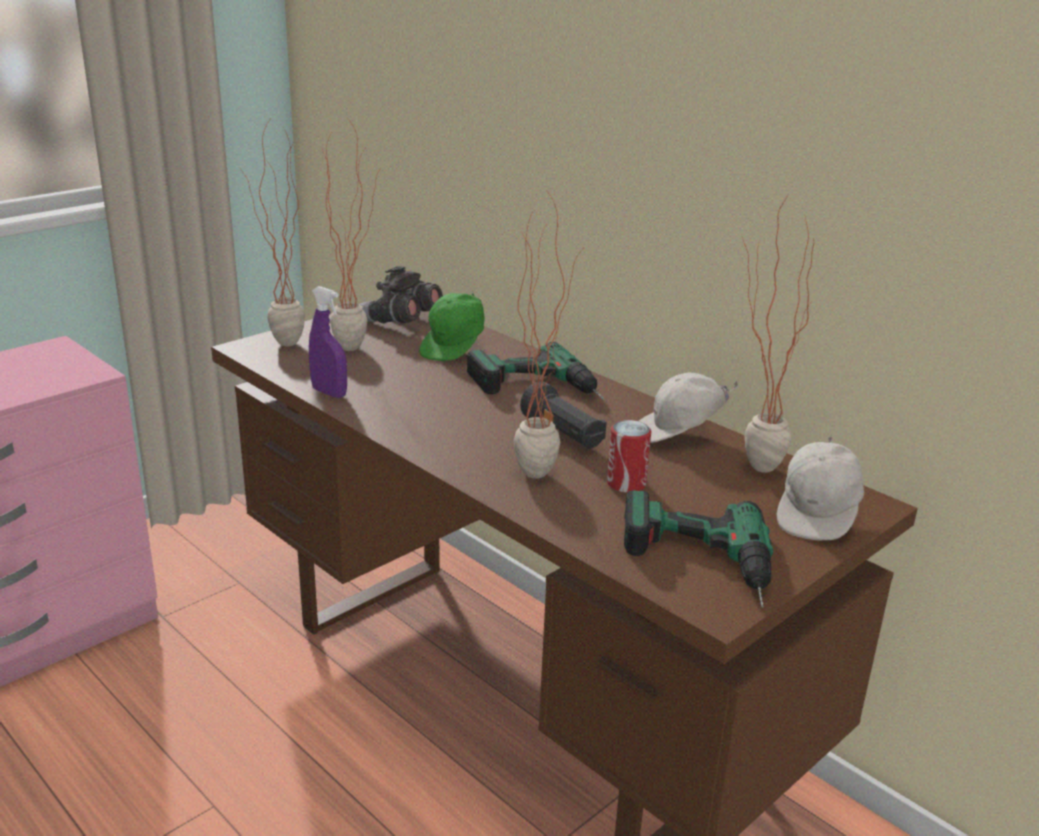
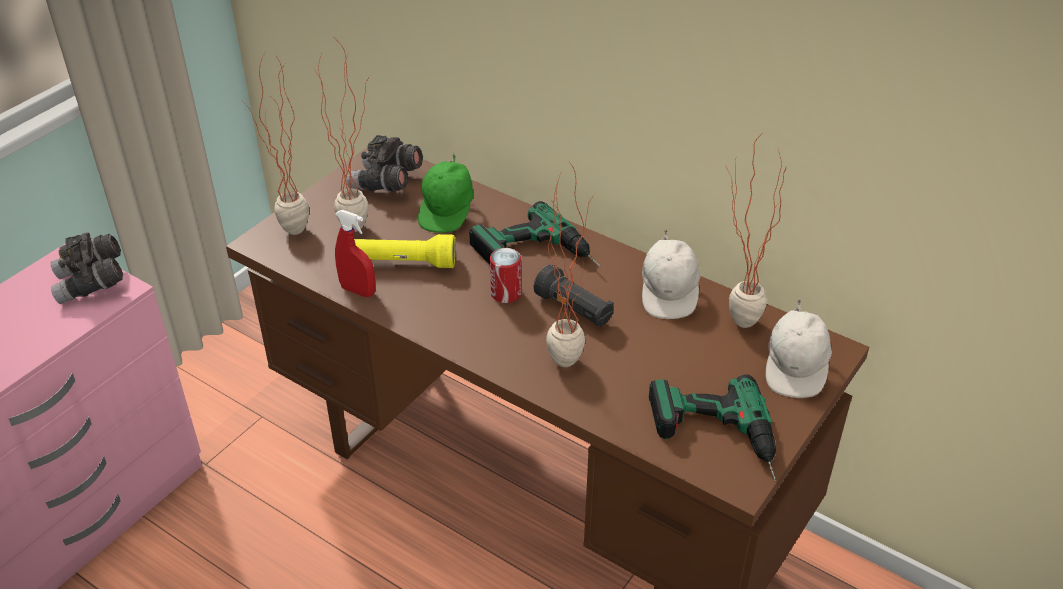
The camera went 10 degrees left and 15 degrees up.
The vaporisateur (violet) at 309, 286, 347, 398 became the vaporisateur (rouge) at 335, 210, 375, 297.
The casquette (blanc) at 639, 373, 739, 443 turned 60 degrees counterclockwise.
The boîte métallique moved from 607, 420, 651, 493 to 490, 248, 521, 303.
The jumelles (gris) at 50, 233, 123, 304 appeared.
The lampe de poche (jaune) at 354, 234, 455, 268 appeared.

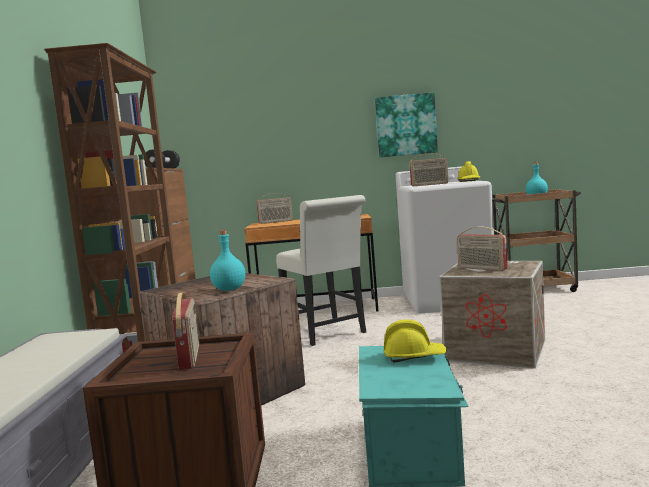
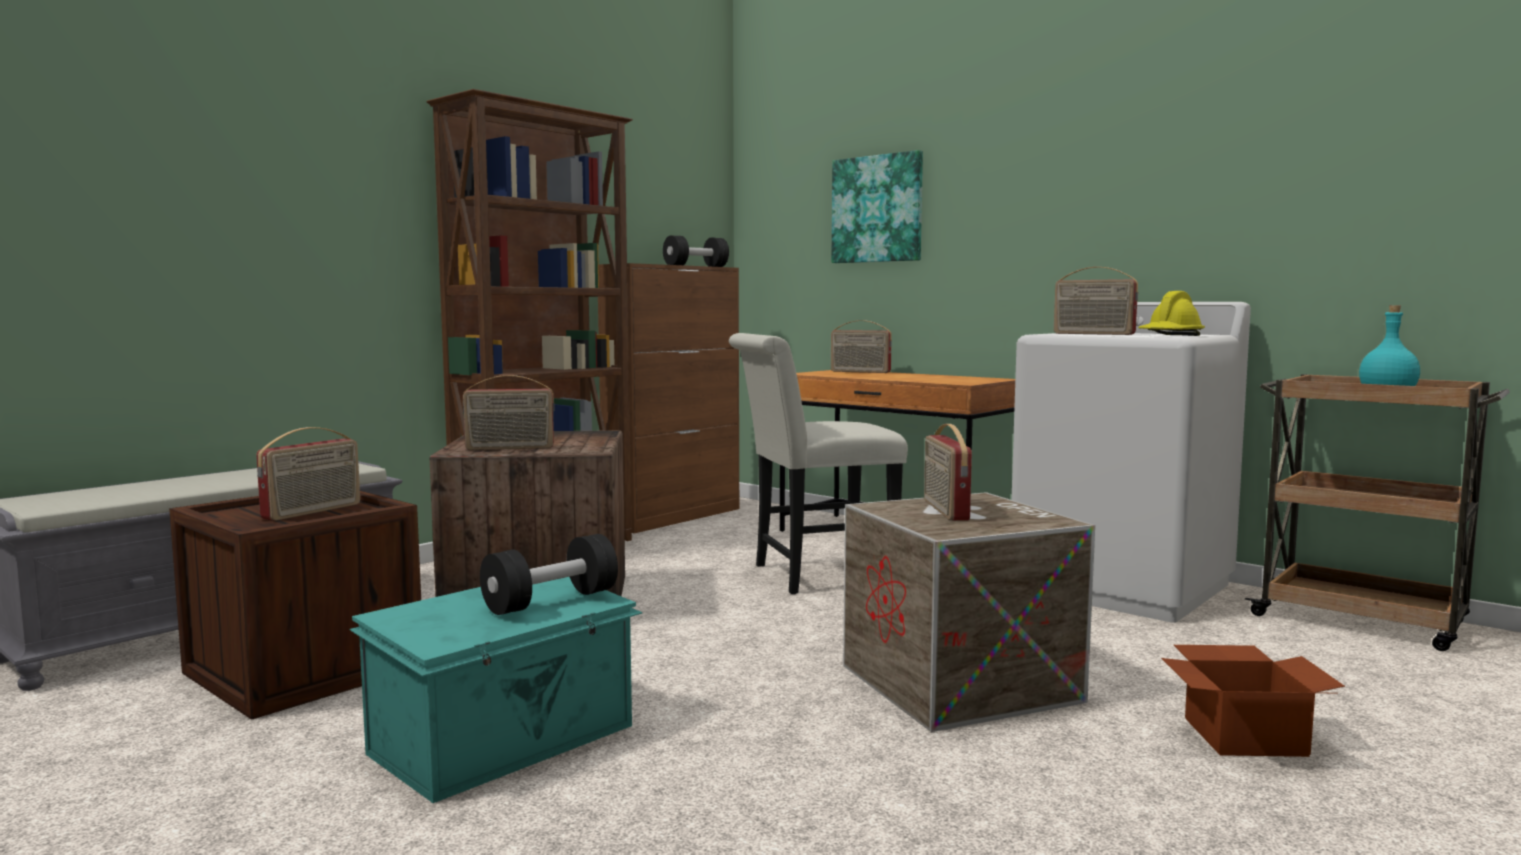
The camera went 40 degrees right and 0 degrees up.
The tableau moved from 375, 92, 438, 157 to 831, 150, 923, 263.
The chaise (blanc) at 276, 195, 366, 346 turned 60 degrees clockwise.
The bouteille (turquoise) at 210, 230, 245, 291 was replaced by the radio at 463, 375, 555, 450.
The casque de chantier (jaune) at 384, 319, 447, 362 was replaced by the haltère (noir) at 480, 534, 618, 615.
The carton at 1161, 645, 1345, 757 appeared.

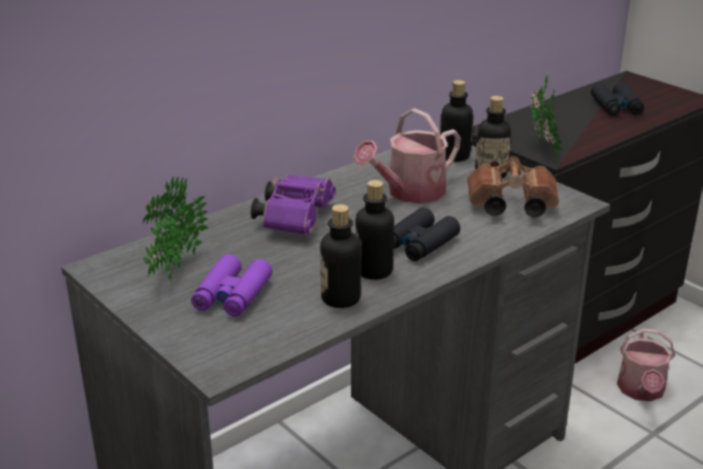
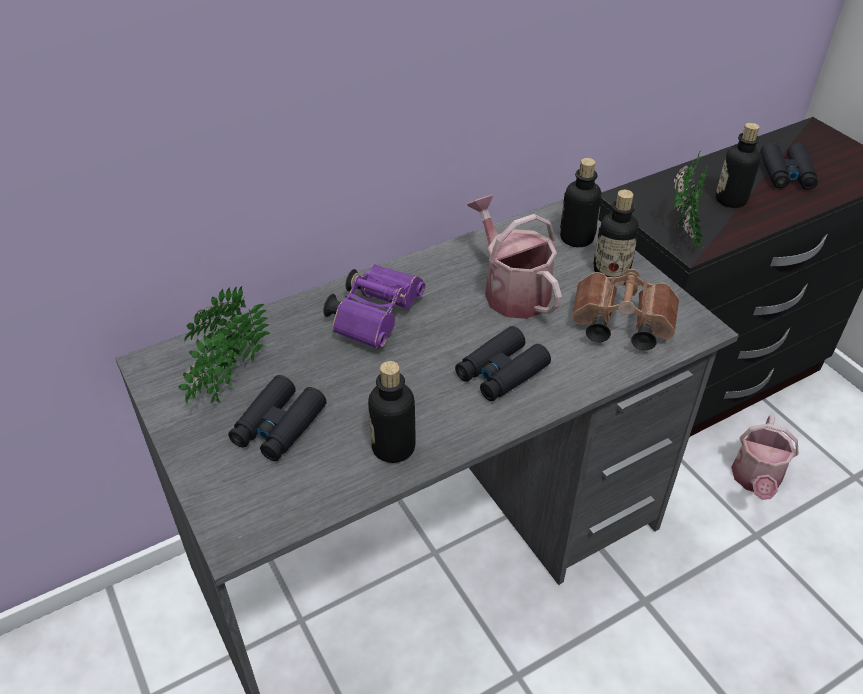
The camera went 10 degrees right and 15 degrees up.
The arrosoir at 353, 108, 461, 204 turned 90 degrees clockwise.
The bouteille moved from 355, 180, 394, 280 to 716, 123, 761, 208.
The jumelles (violet) at 191, 254, 272, 316 became the jumelles (noir) at 228, 375, 327, 461.

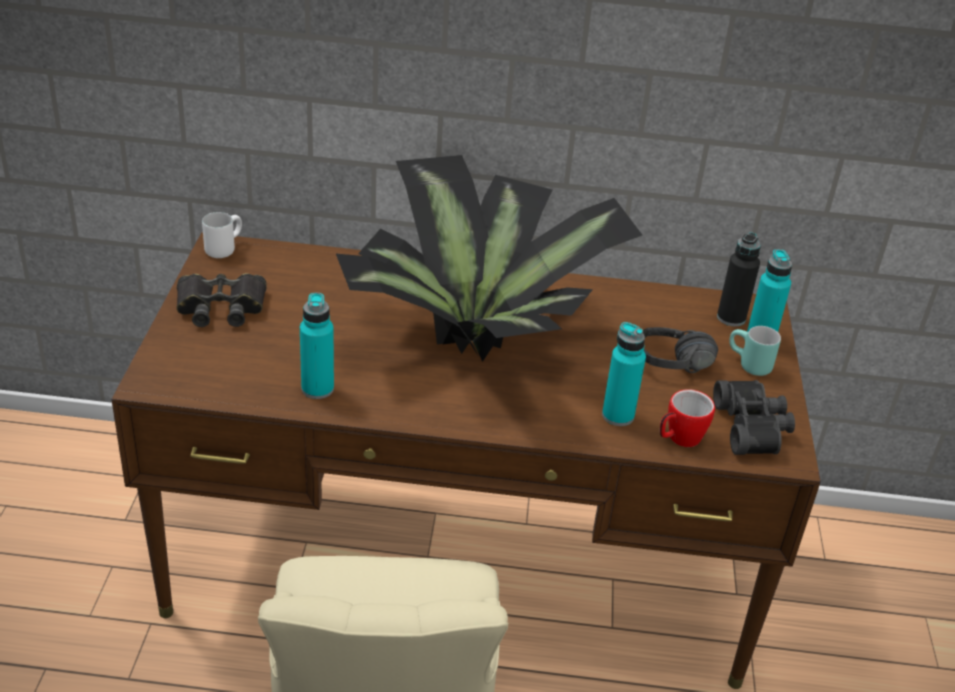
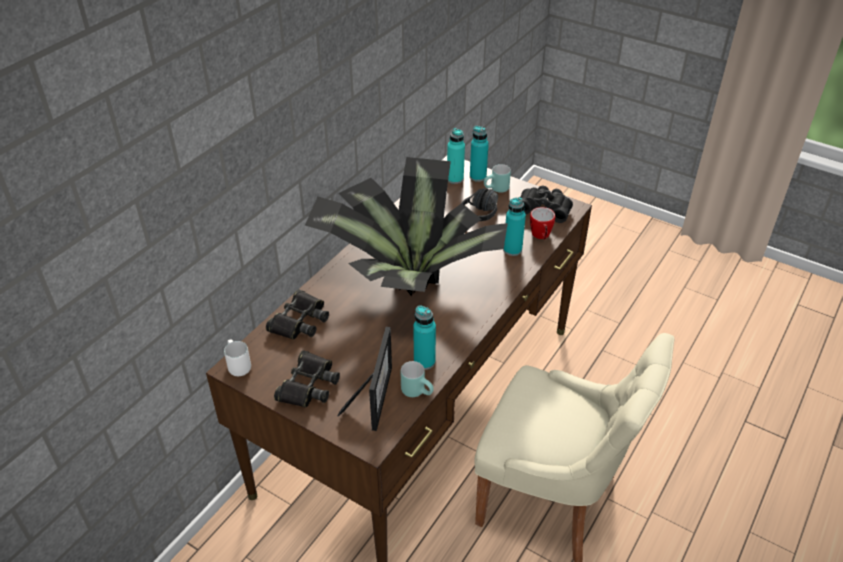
The camera went 60 degrees left and 5 degrees up.
The bouteille (noir) at 717, 232, 761, 326 became the bouteille (turquoise) at 447, 128, 465, 184.
The jumelles (noir) at 266, 289, 329, 340 appeared.
The cadre photo at 337, 327, 392, 431 appeared.
The mug (turquoise) at 401, 361, 434, 397 appeared.

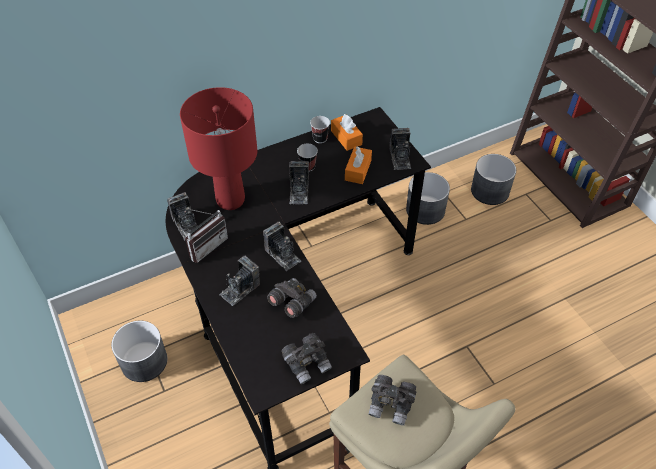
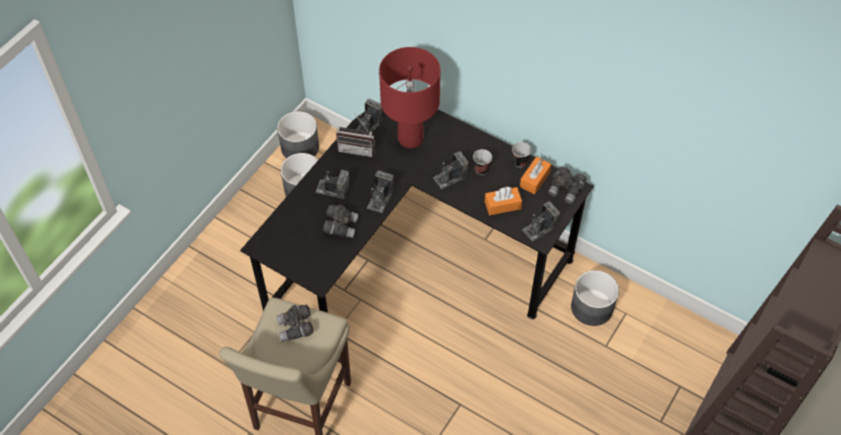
The camera went 60 degrees right and 5 degrees up.
The cache-pot (gris) moved from 471, 154, 516, 205 to 277, 111, 319, 158.
The jumelles (gris) moved from 281, 333, 332, 384 to 548, 167, 587, 204.

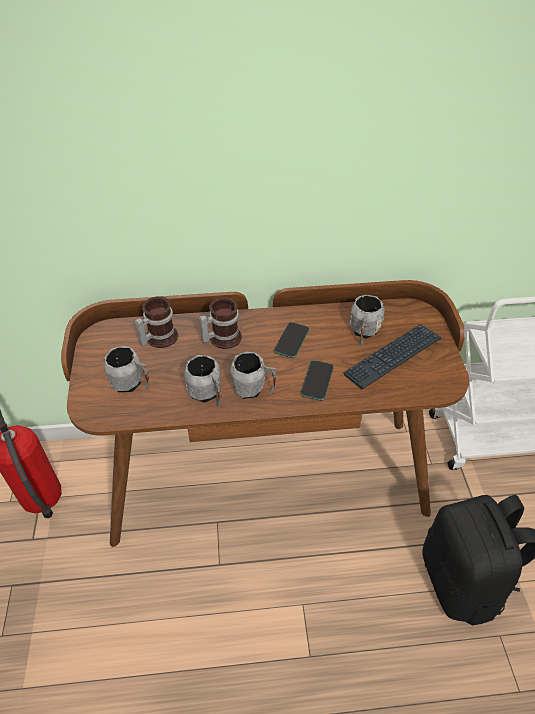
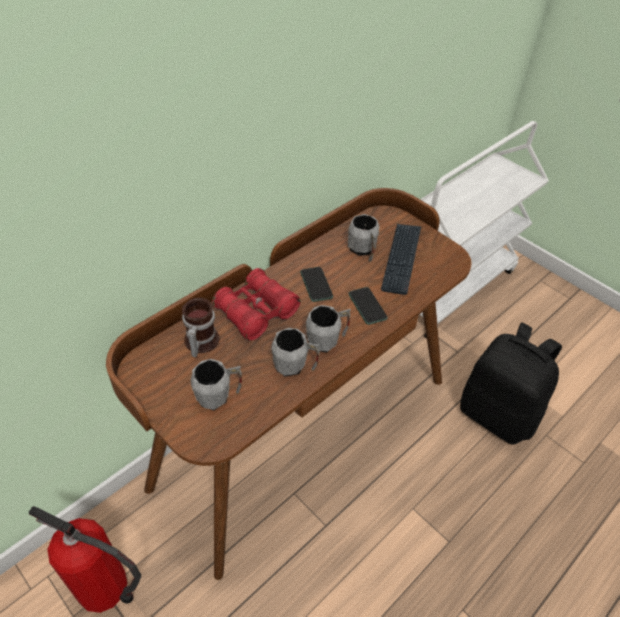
The camera went 40 degrees left and 0 degrees up.
The mug at 199, 297, 242, 349 was replaced by the jumelles (rouge) at 212, 268, 300, 341.

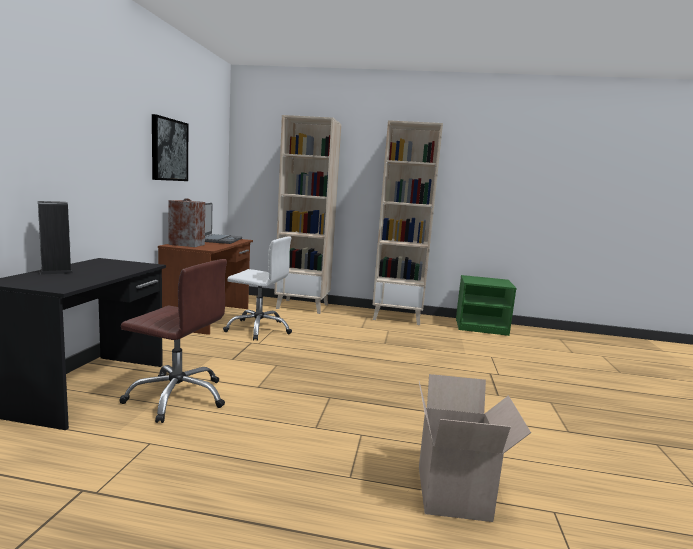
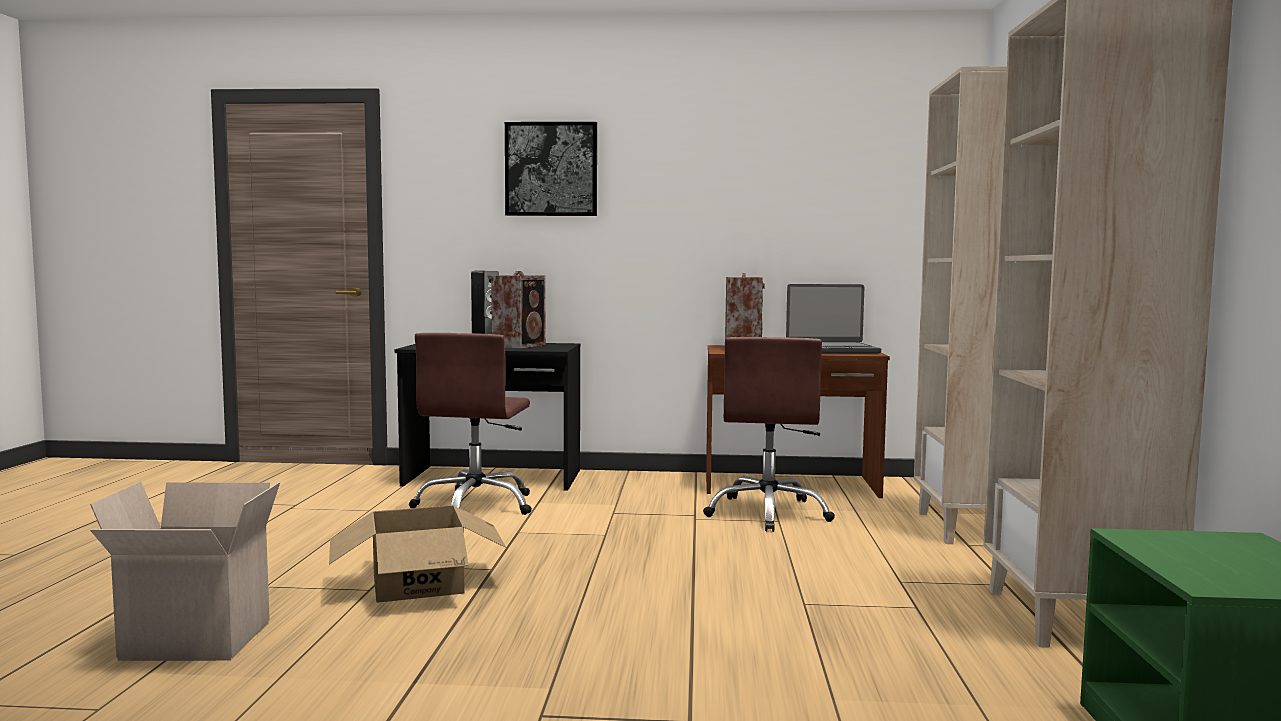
The camera went 85 degrees right and 5 degrees down.
The tableau moved from 152, 114, 188, 181 to 505, 122, 597, 216.
The chaise de bureau (blanc) at 223, 236, 292, 341 became the chaise de bureau (marron) at 703, 337, 835, 532.
The enceinte at 491, 271, 546, 349 appeared.
The carton at 329, 505, 506, 602 appeared.

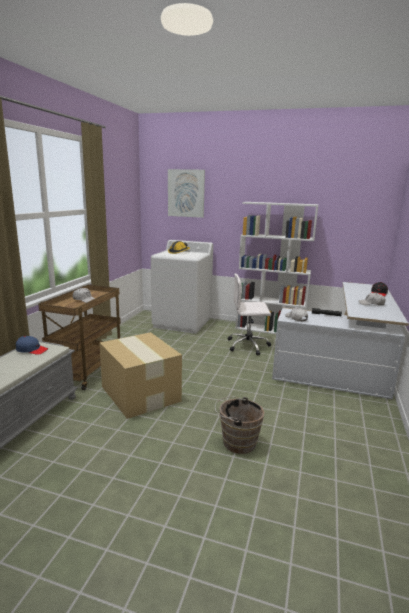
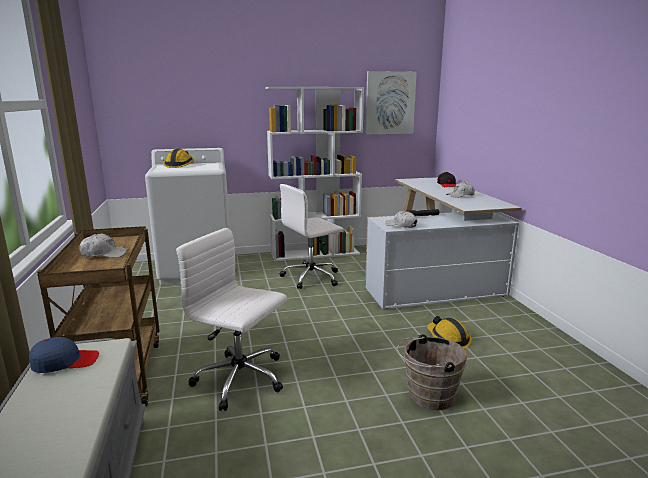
The camera went 30 degrees left and 0 degrees up.
The tableau moved from 168, 169, 205, 218 to 366, 71, 417, 135.
The carton at 99, 332, 182, 419 was replaced by the chaise de bureau (blanc) at 176, 228, 287, 411.
The casque de chantier at 427, 316, 472, 349 appeared.

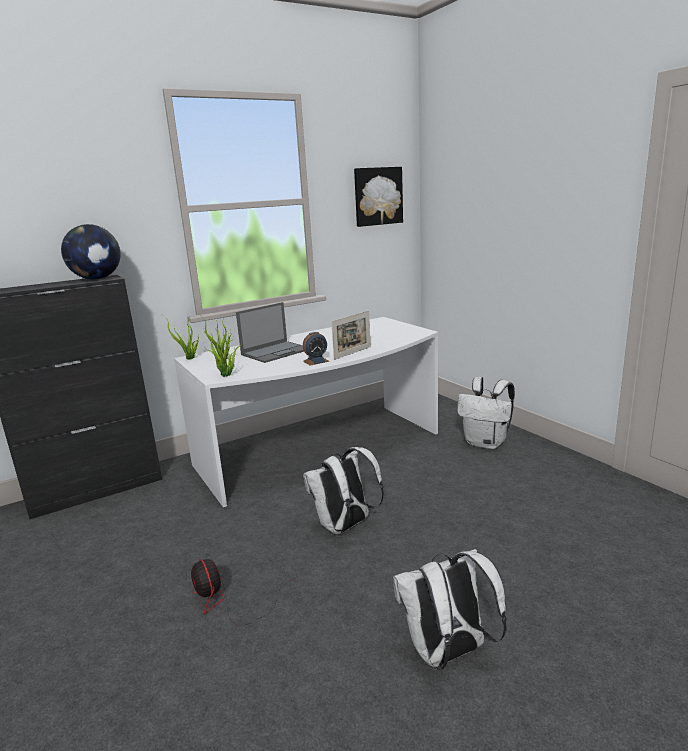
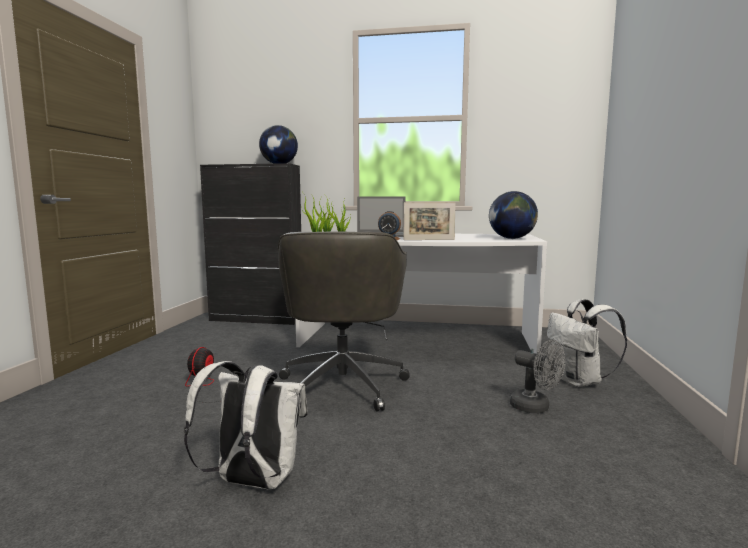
The camera went 40 degrees right and 10 degrees down.
The tableau at 354, 167, 403, 227 disappeared.
The sac à dos (blanc) at 303, 447, 384, 534 was replaced by the chaise de bureau (gris) at 278, 231, 410, 412.
The globe at 489, 191, 538, 239 appeared.
The ventilateur (gris) at 510, 340, 566, 413 appeared.

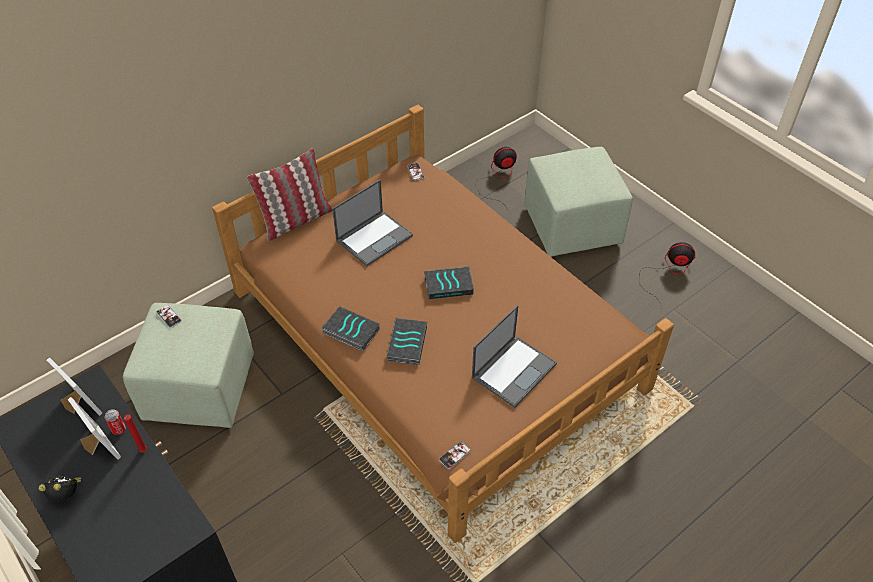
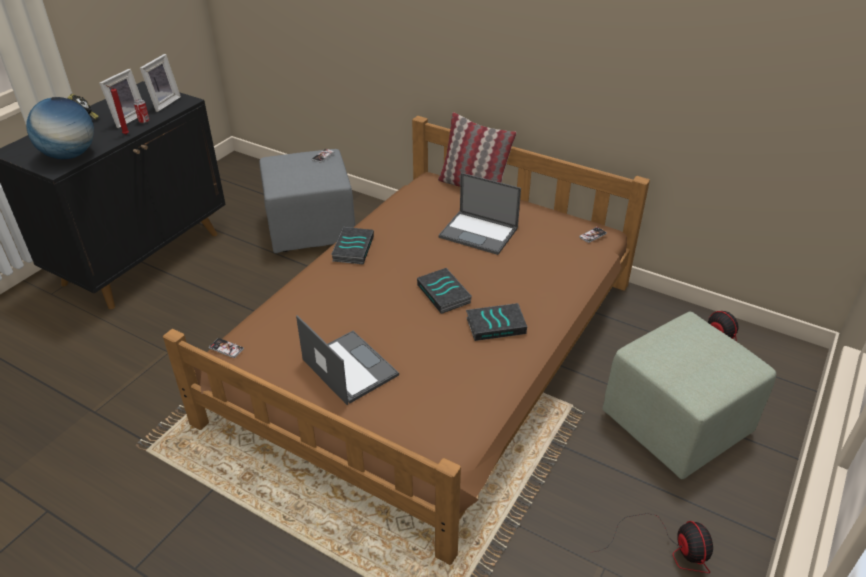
The camera went 70 degrees right and 10 degrees down.
The pouf (vert) at 123, 303, 254, 428 became the pouf (gris) at 259, 149, 355, 253.
The ordinateur portable at 472, 305, 557, 408 turned 150 degrees counterclockwise.
The livre moved from 387, 318, 427, 365 to 466, 303, 527, 341.
The globe at 26, 97, 94, 159 appeared.

